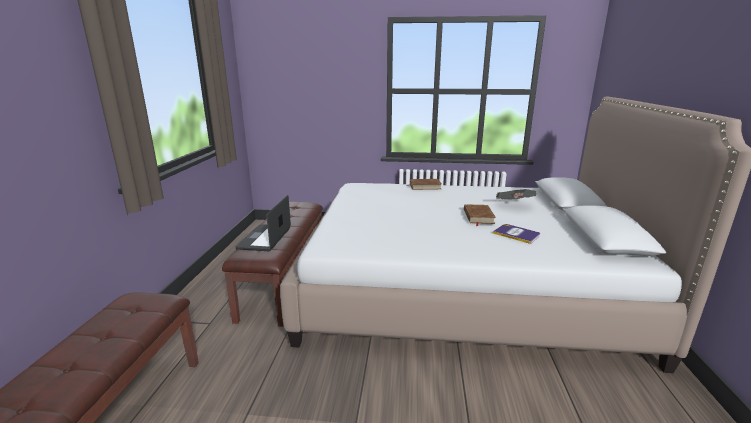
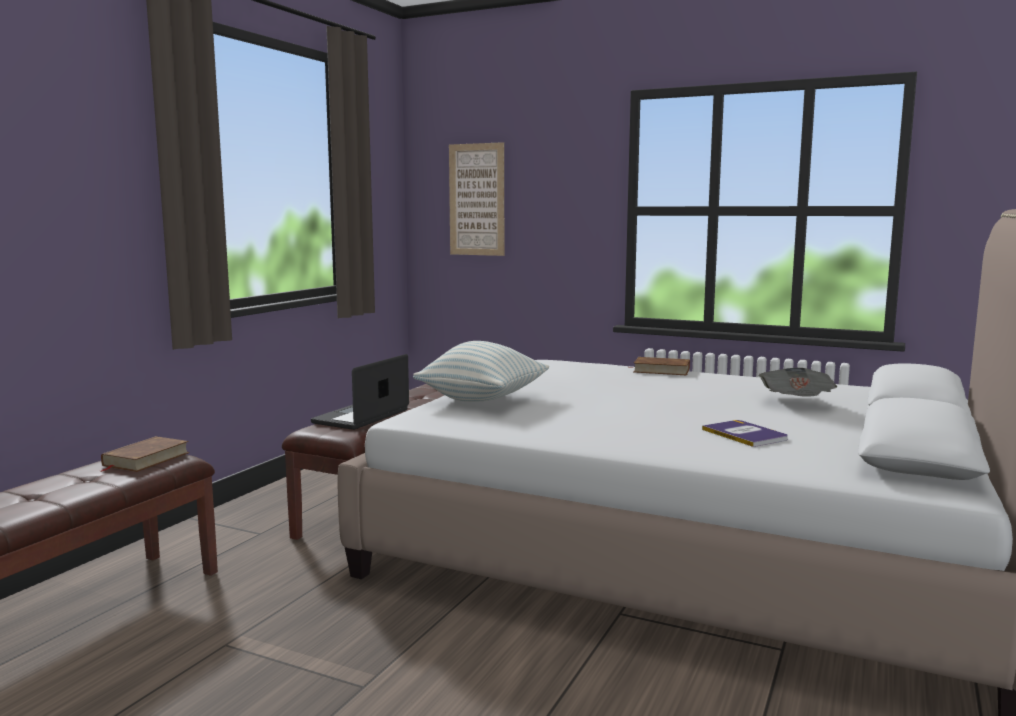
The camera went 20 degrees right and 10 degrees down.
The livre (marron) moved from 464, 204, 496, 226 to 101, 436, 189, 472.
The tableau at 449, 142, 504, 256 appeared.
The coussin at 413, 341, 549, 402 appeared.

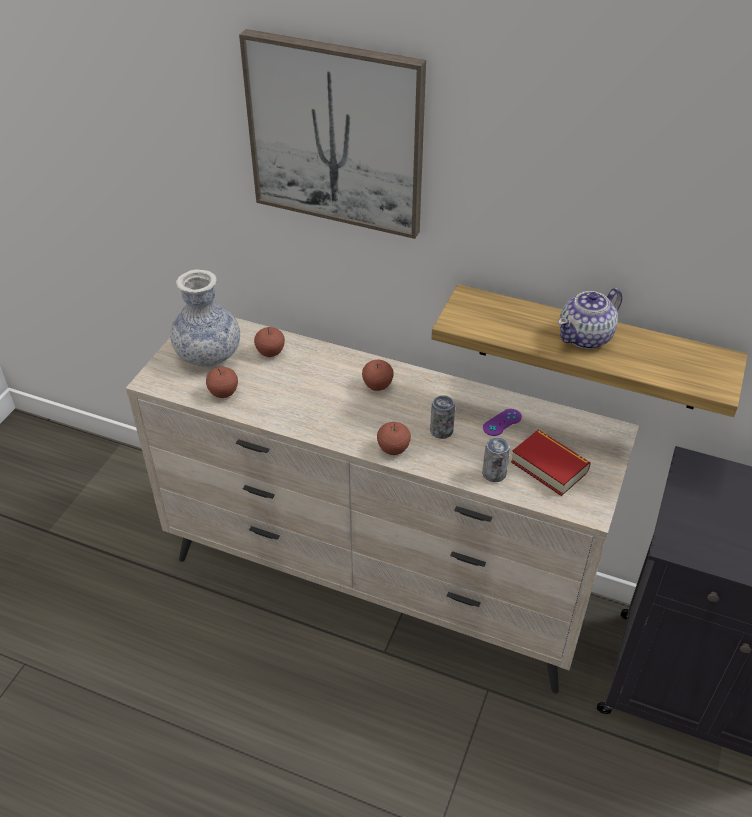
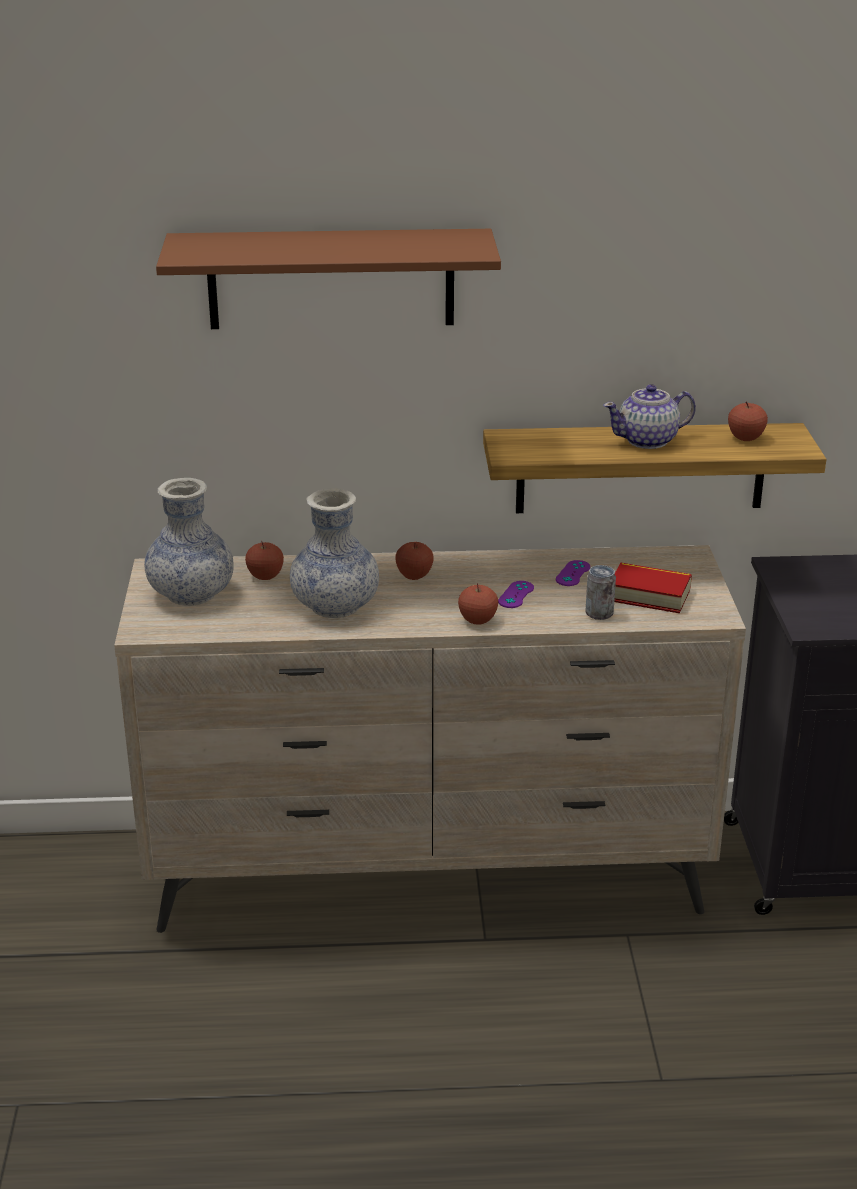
The camera went 25 degrees left and 15 degrees down.
The tableau at 239, 29, 426, 239 was replaced by the étagère (marron) at 156, 229, 501, 329.
The théière at 558, 288, 622, 349 turned 45 degrees clockwise.
The pomme moved from 206, 367, 238, 398 to 728, 402, 768, 441.
The boîte métallique at 430, 395, 455, 439 was replaced by the manette (violet) at 498, 581, 534, 608.
The vase at 290, 488, 379, 618 appeared.

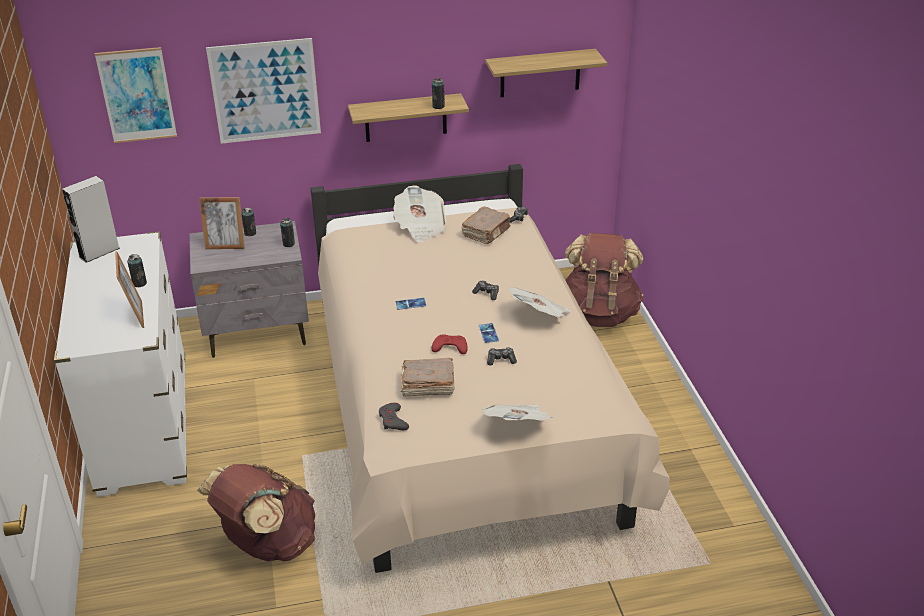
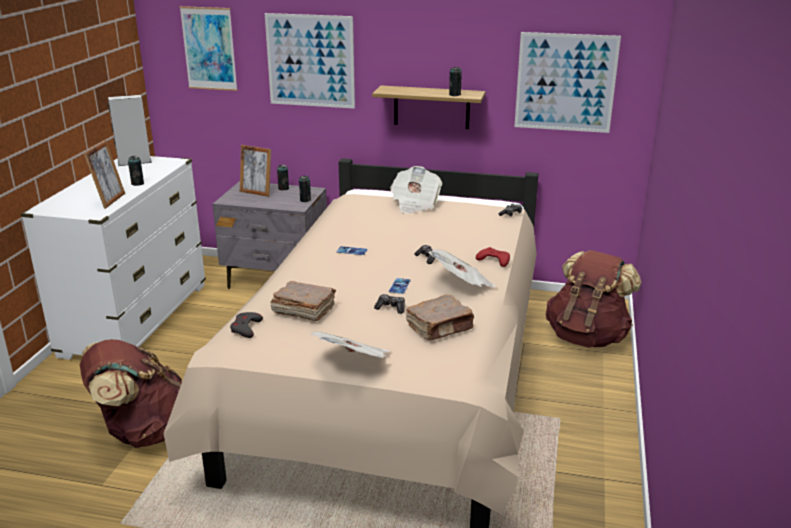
The camera went 25 degrees right and 10 degrees down.
The étagère at 485, 49, 607, 97 was replaced by the tableau at 514, 32, 621, 133.
The livre (marron) moved from 462, 207, 510, 244 to 406, 295, 474, 340.
The manette (rouge) moved from 432, 334, 468, 354 to 476, 247, 510, 267.

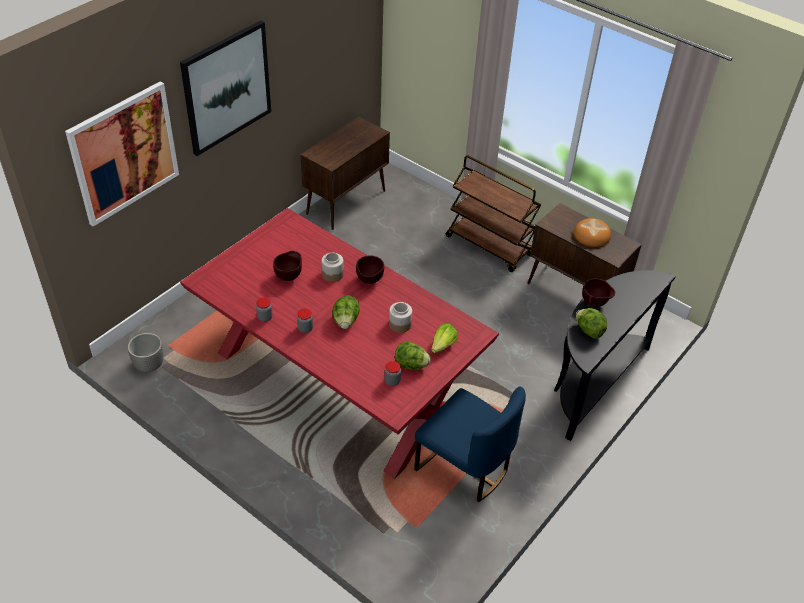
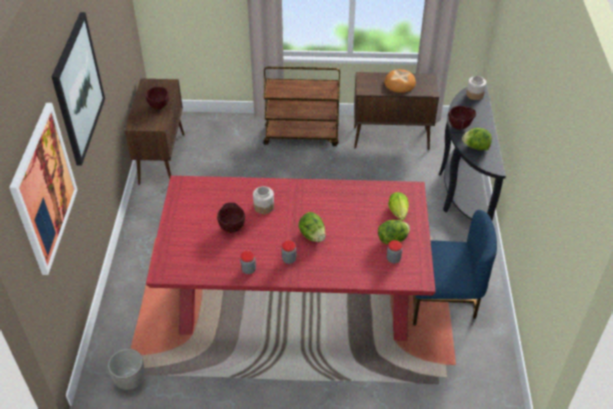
The camera went 35 degrees left and 0 degrees up.
The bol (marron) moved from 356, 256, 384, 284 to 146, 87, 169, 109.
The bocal moved from 389, 302, 412, 333 to 466, 76, 486, 100.

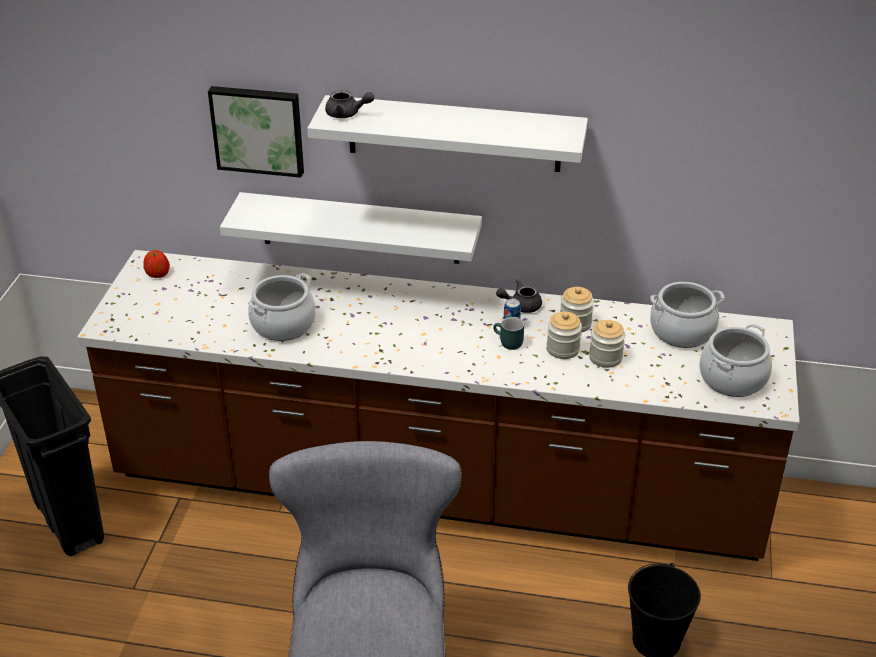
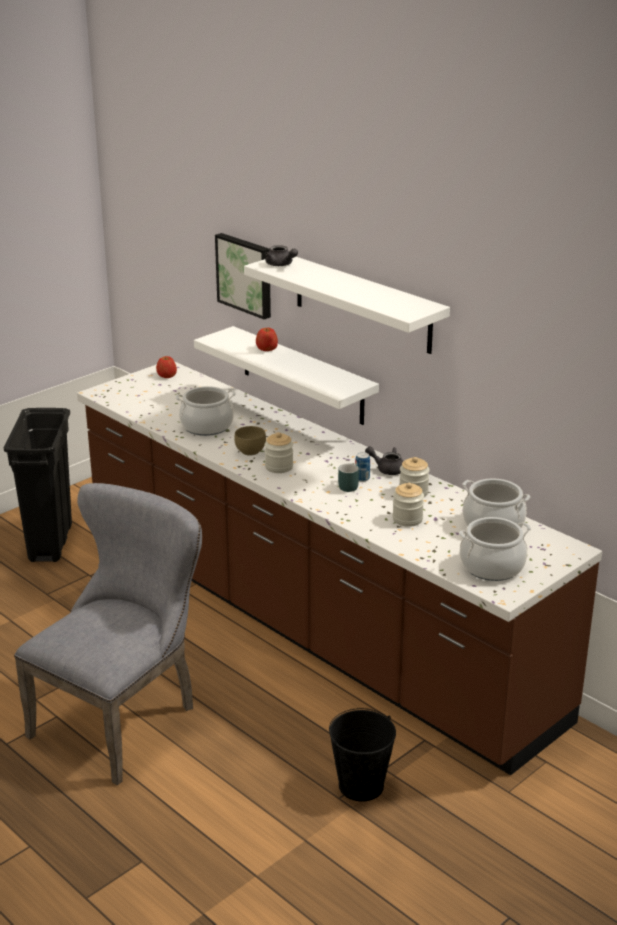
The camera went 35 degrees right and 10 degrees down.
The bocal moved from 547, 312, 582, 359 to 265, 432, 293, 473.
The pomme at 256, 328, 278, 351 appeared.
The bol (marron) at 234, 426, 266, 456 appeared.

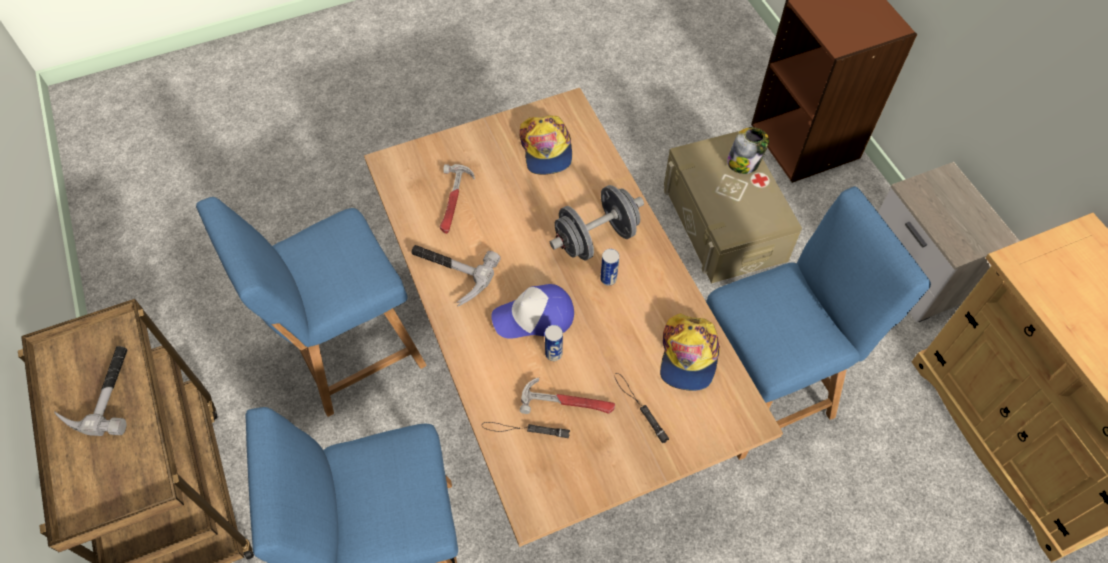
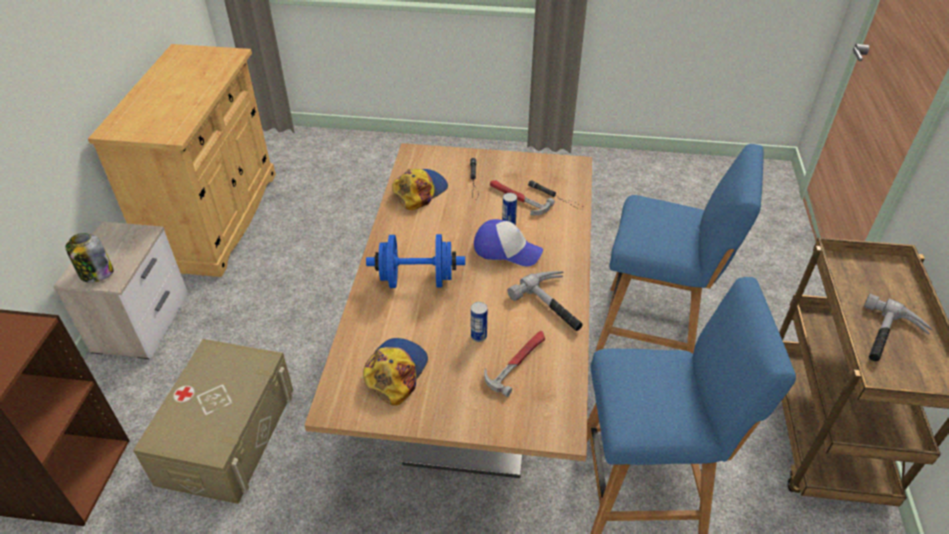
The camera went 150 degrees left and 15 degrees down.
The bocal moved from 727, 127, 769, 174 to 65, 233, 114, 283.
The haltère (gris) at 550, 185, 644, 260 became the haltère (bleu) at 366, 234, 465, 288.
The chaise (bleu) at 706, 186, 931, 460 disappeared.
The boîte métallique moved from 600, 249, 619, 286 to 471, 302, 487, 342.

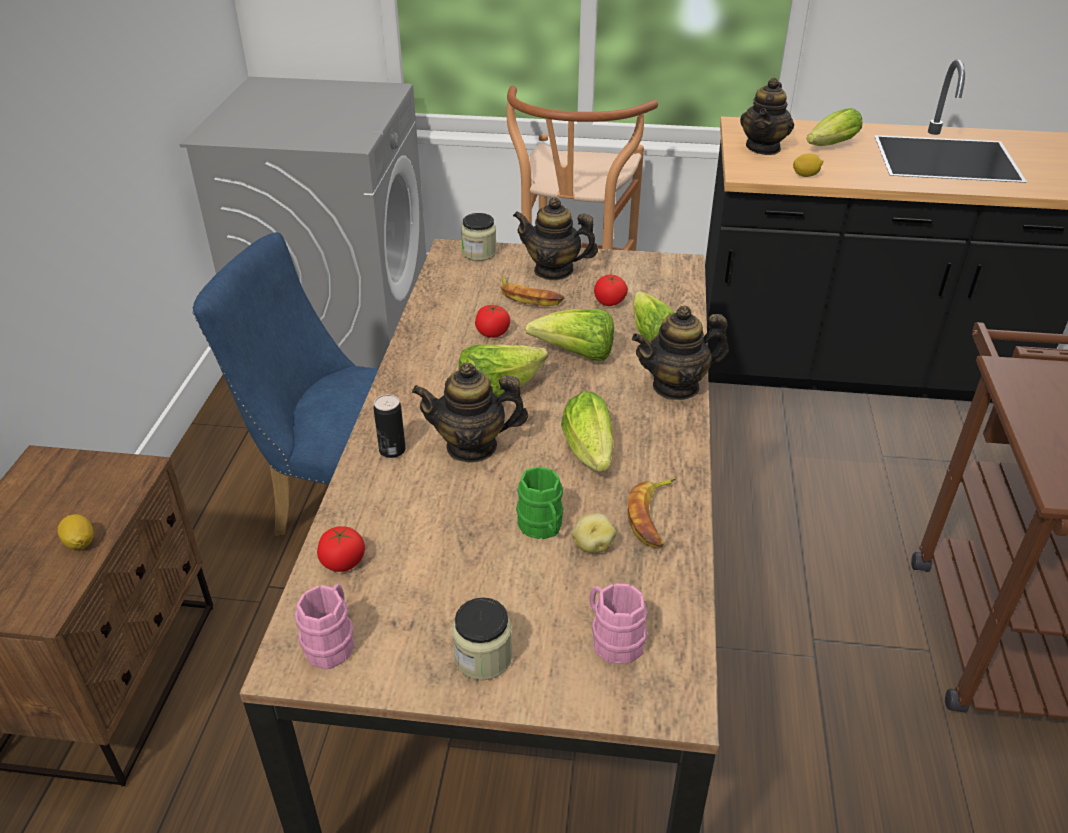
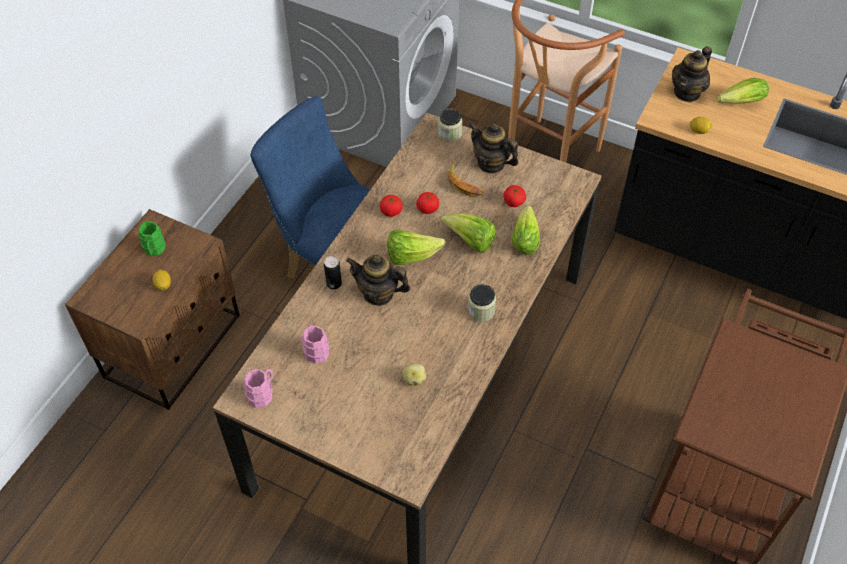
The camera went 20 degrees right and 15 degrees up.
The théière at 632, 306, 729, 400 disappeared.
The laitue at 561, 391, 614, 472 disappeared.
The mug (vert) moved from 516, 467, 564, 539 to 138, 221, 165, 256.
The banane at 628, 478, 676, 548 disappeared.
The tomate moved from 317, 526, 365, 572 to 380, 195, 403, 217.
The mug (rose) moved from 589, 583, 647, 664 to 302, 324, 329, 364.
The bocal moved from 452, 597, 512, 680 to 468, 284, 496, 322.

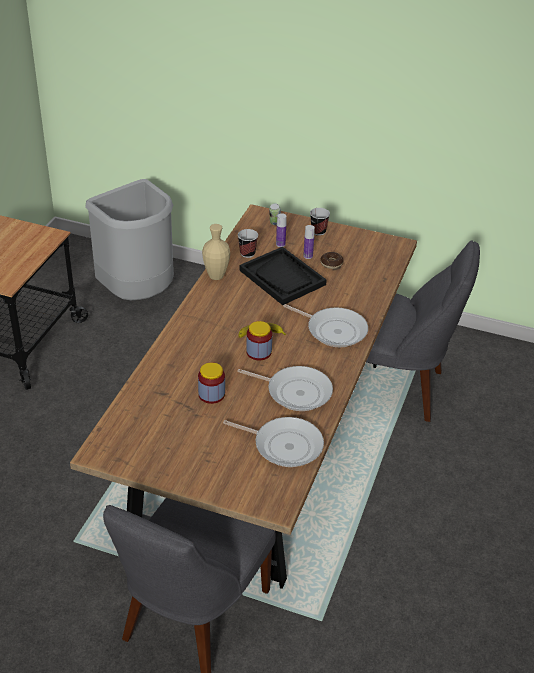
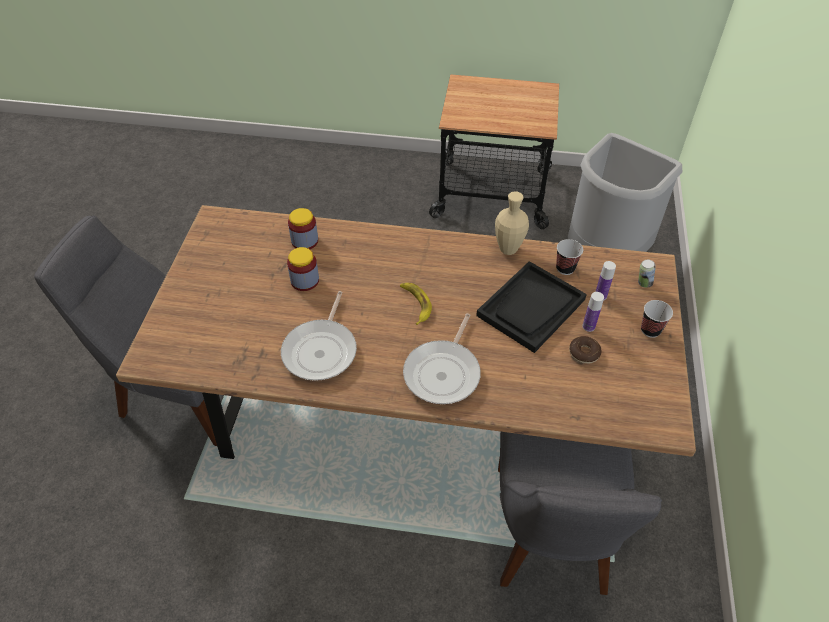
The camera went 80 degrees right and 10 degrees up.
The bocal moved from 246, 321, 272, 360 to 288, 208, 318, 249.
The poêle at 223, 417, 324, 467 disappeared.

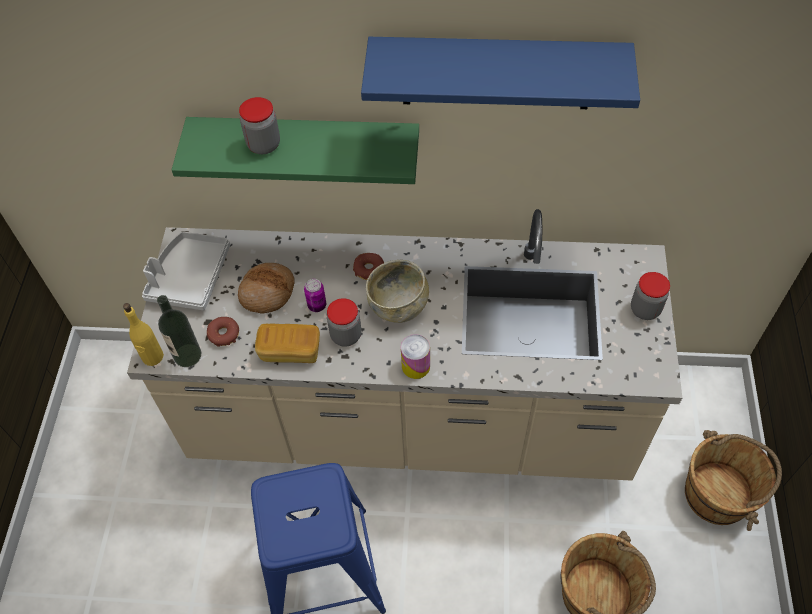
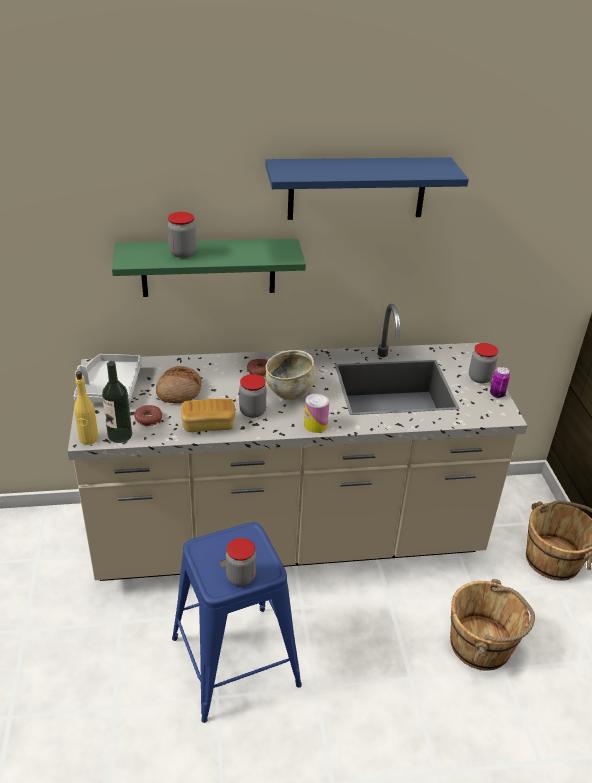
The camera went 15 degrees left and 20 degrees down.
The boîte métallique moved from 304, 279, 326, 312 to 490, 367, 510, 398.
The bocal at 226, 538, 256, 586 appeared.

